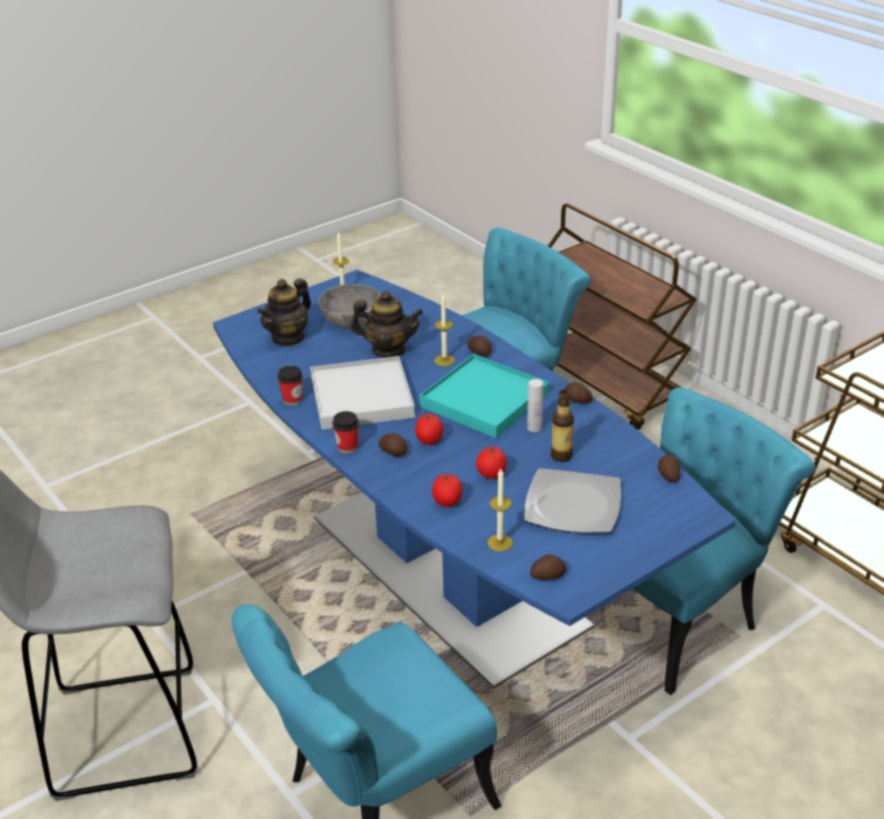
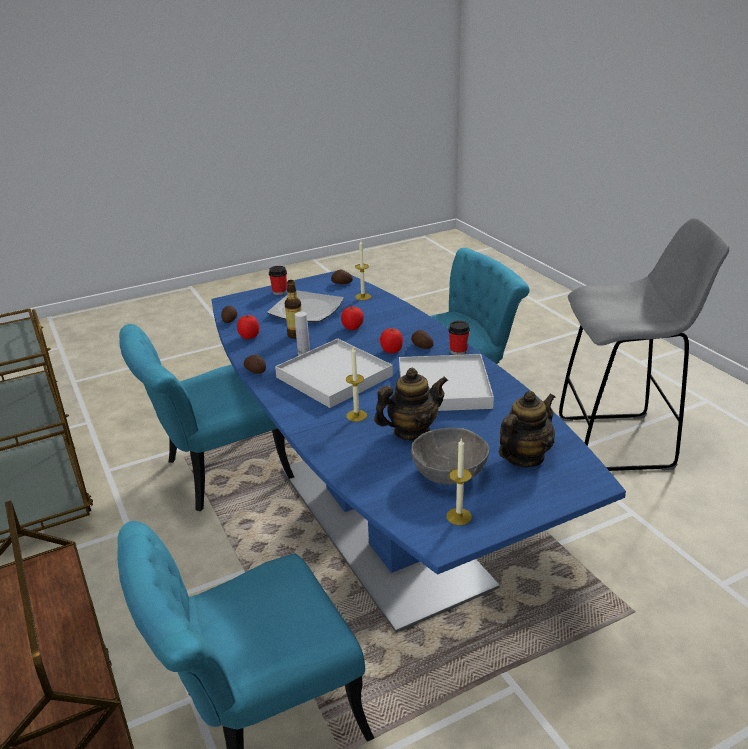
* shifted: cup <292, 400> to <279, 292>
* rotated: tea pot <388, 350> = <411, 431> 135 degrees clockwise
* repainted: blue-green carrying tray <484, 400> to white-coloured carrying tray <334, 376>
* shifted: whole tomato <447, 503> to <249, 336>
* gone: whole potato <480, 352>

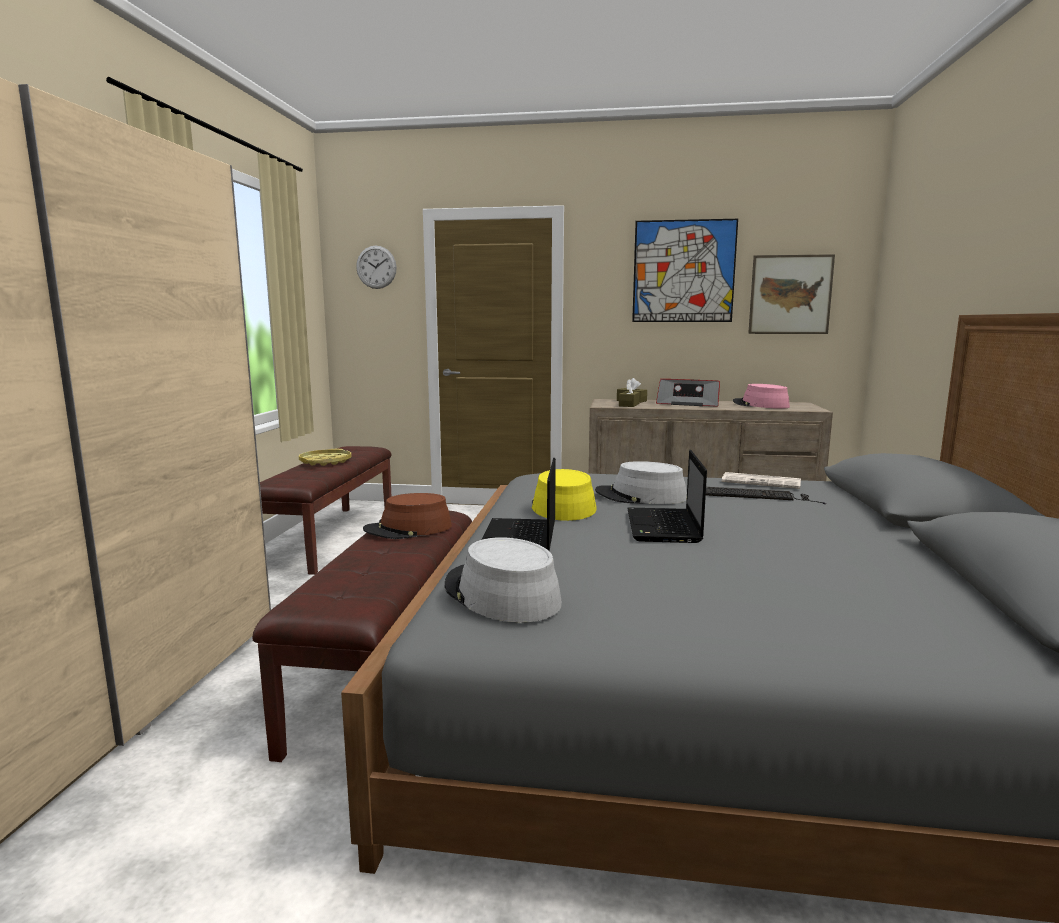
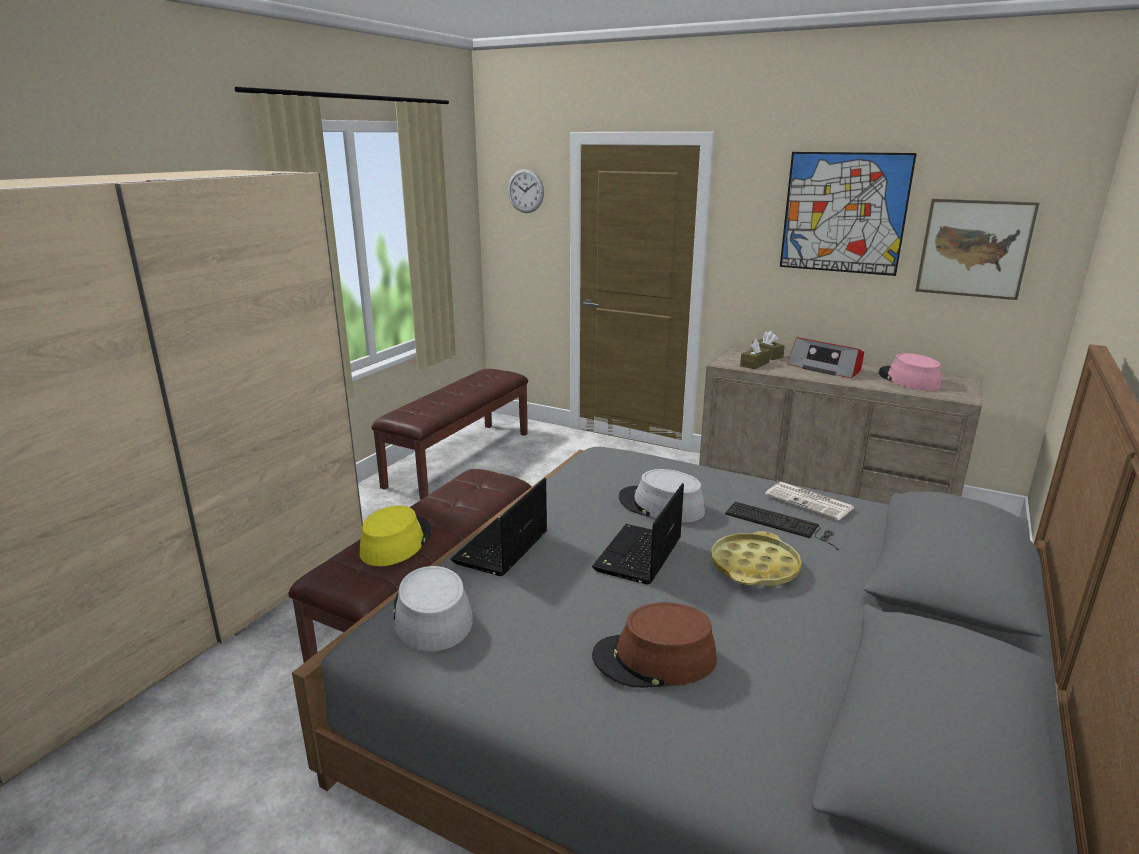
* shifted: yellow carrying tray <325, 461> to <754, 567>
* shifted: brown-coloured clothing hat <408, 529> to <654, 659>
* shifted: yellow clothing hat <562, 506> to <396, 542>

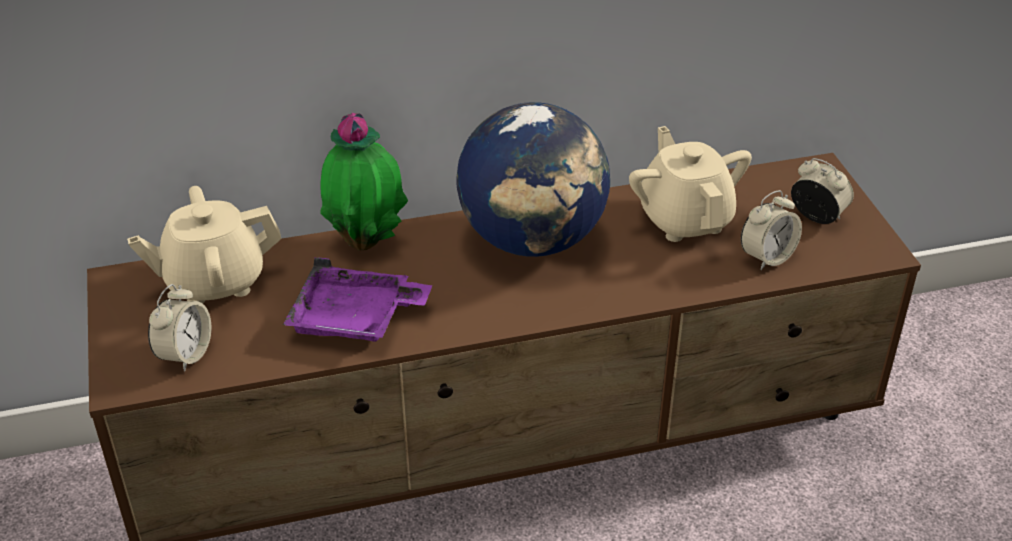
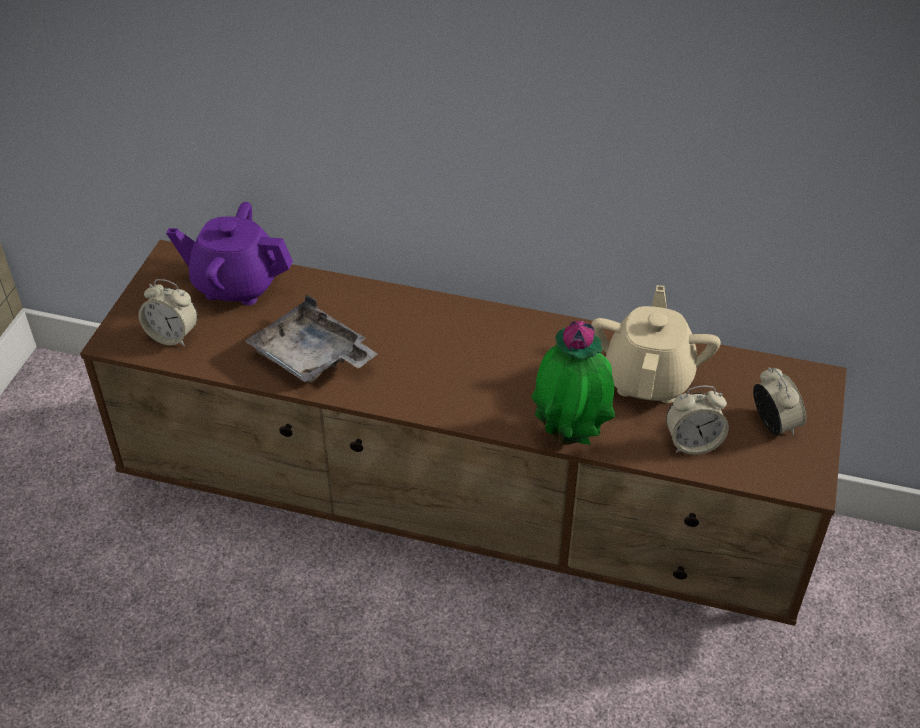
* repainted: beige-coloured tea pot <214, 281> to purple-coloured tea pot <236, 284>
* rotated: alarm clock <185, 354> = <172, 336> 60 degrees clockwise
* repainted: purple-coloured carrying tray <355, 319> to gray carrying tray <311, 357>
* shifted: houseplant <367, 241> to <570, 435>
* gone: desk globe <533, 240>

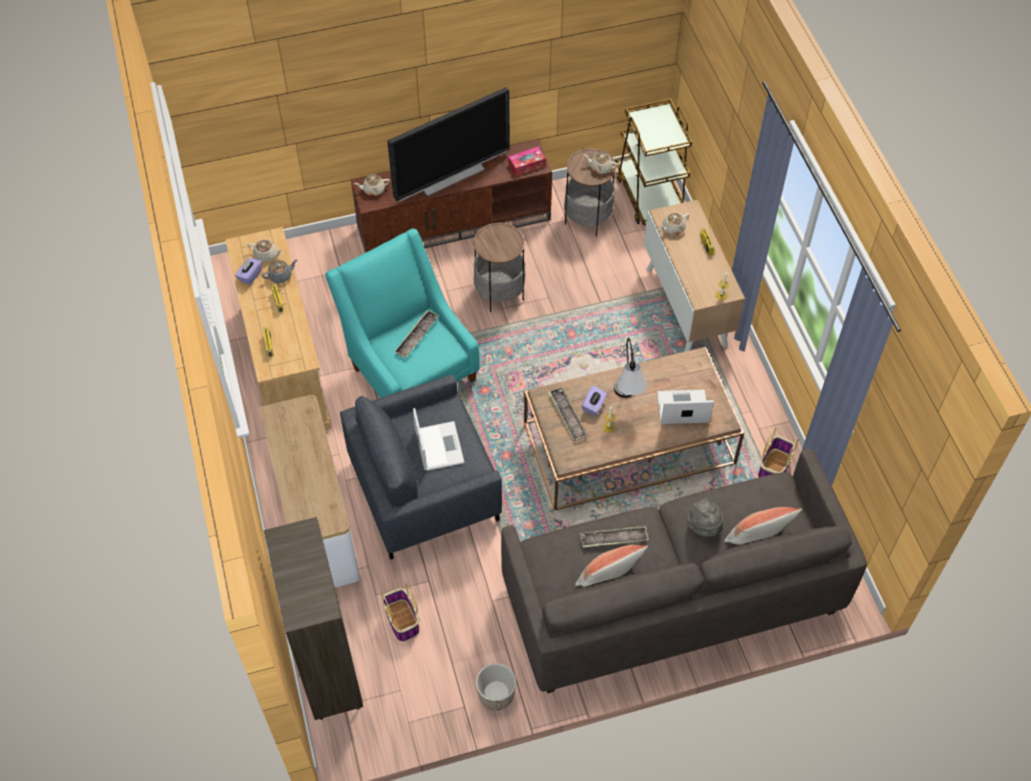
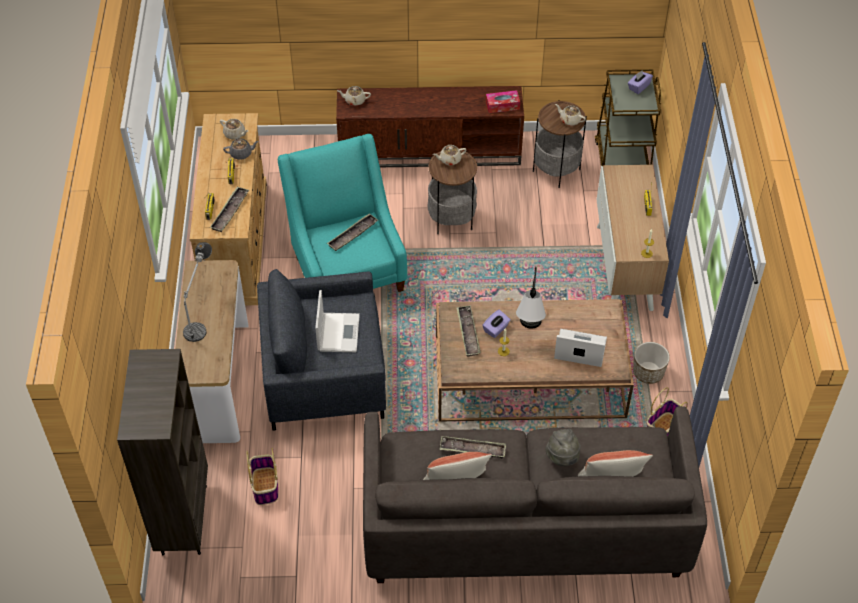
* shifted: purple-coloured tissue holder <250, 275> to <638, 87>
* gone: television <450, 176>
* shifted: flower pot <496, 694> to <648, 372>
* shifted: beige-coloured tea pot <673, 228> to <449, 160>
* new: table lamp <201, 313>
* new: carrying tray <230, 212>

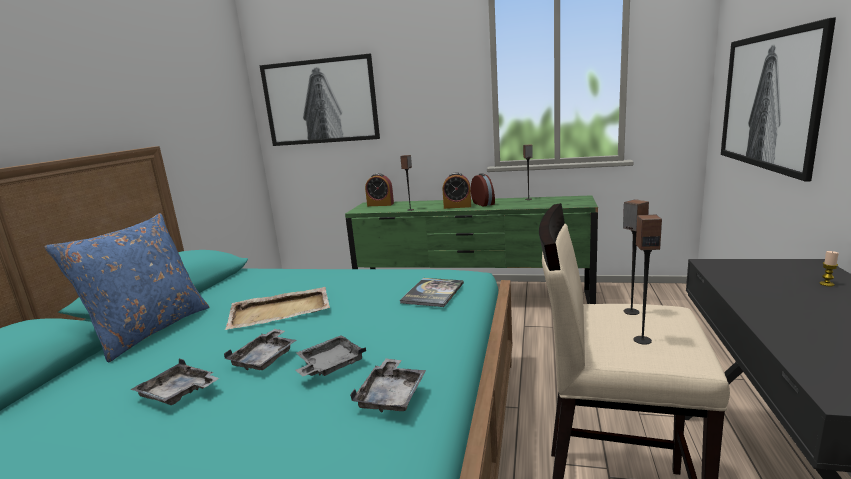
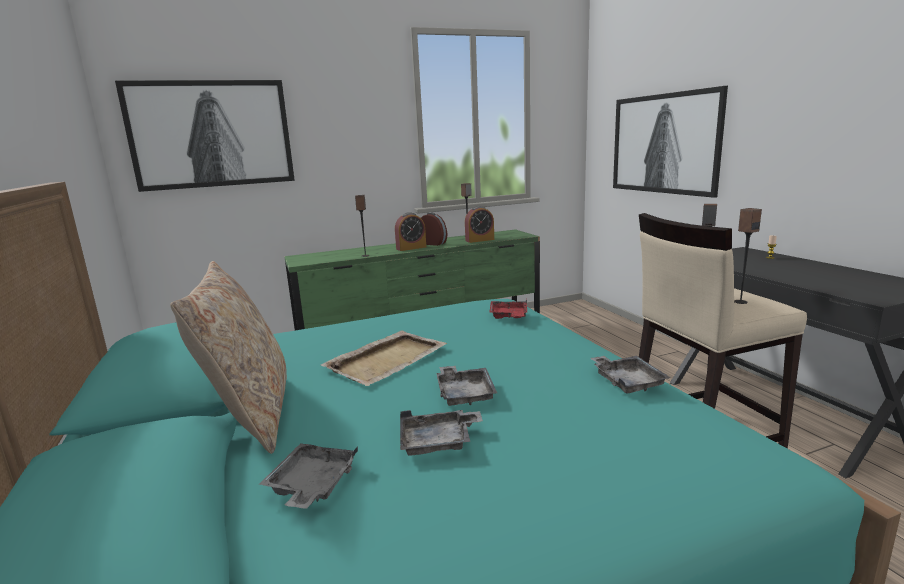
* repainted: bluish throw pillow <150, 330> to beige-coloured throw pillow <251, 415>
* shifted: gray carrying tray <330, 365> to <311, 485>
* shifted: alarm clock <380, 204> to <479, 240>
* swapped: book <433, 293> to red-coloured carrying tray <509, 316>

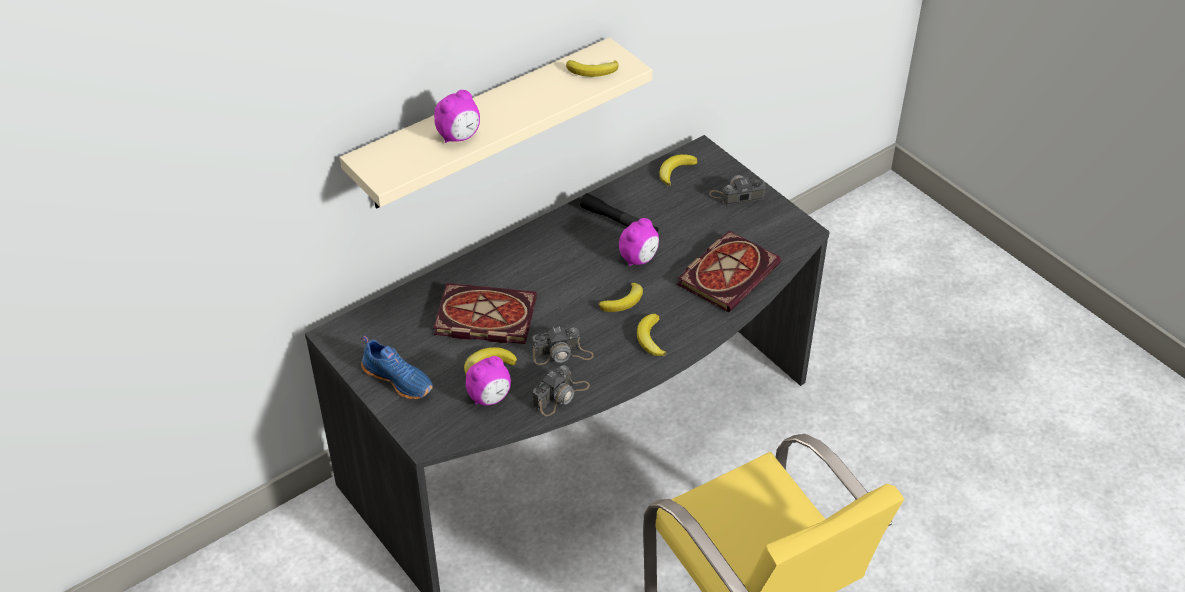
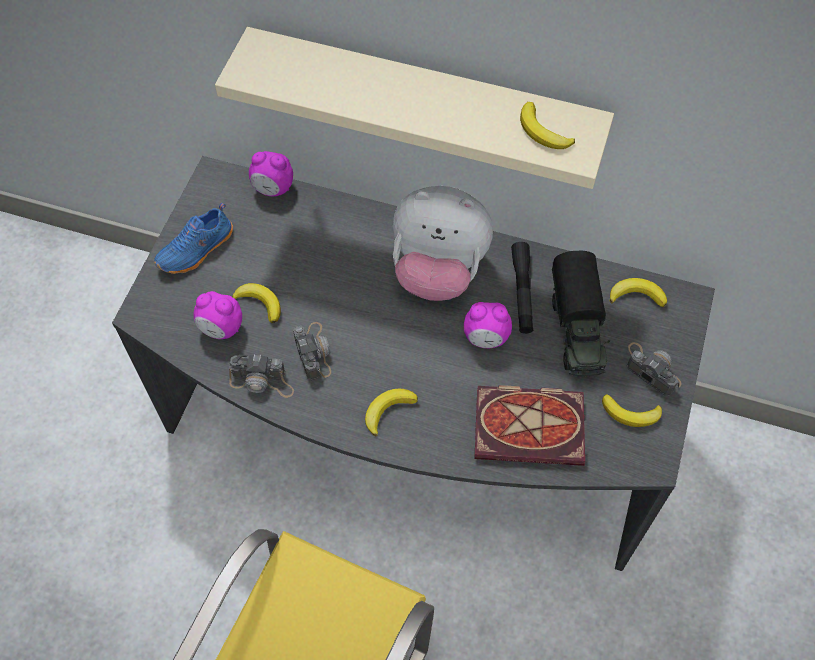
* rotated: bluish low shoe <399, 379> = <197, 250> 45 degrees clockwise
* gone: book <482, 318>
* shifted: alarm clock <459, 137> to <273, 189>
* rotated: still camera <562, 354> = <314, 351> 150 degrees counterclockwise
* shifted: banana fruit <623, 301> to <631, 414>
* new: soft toy <438, 271>
* new: toy truck <577, 329>

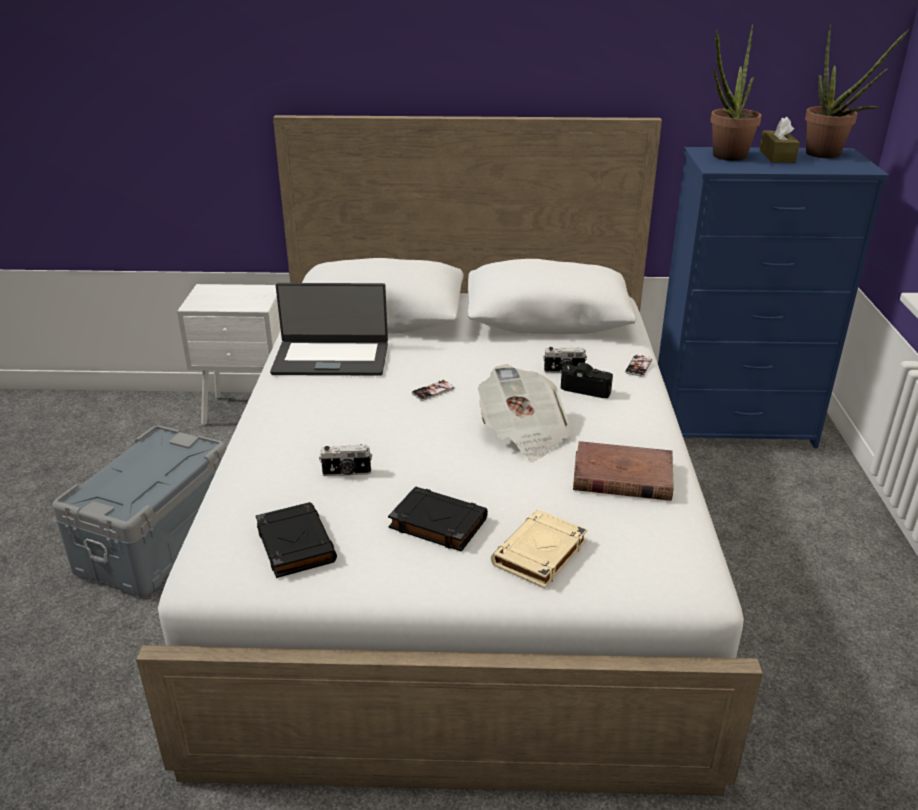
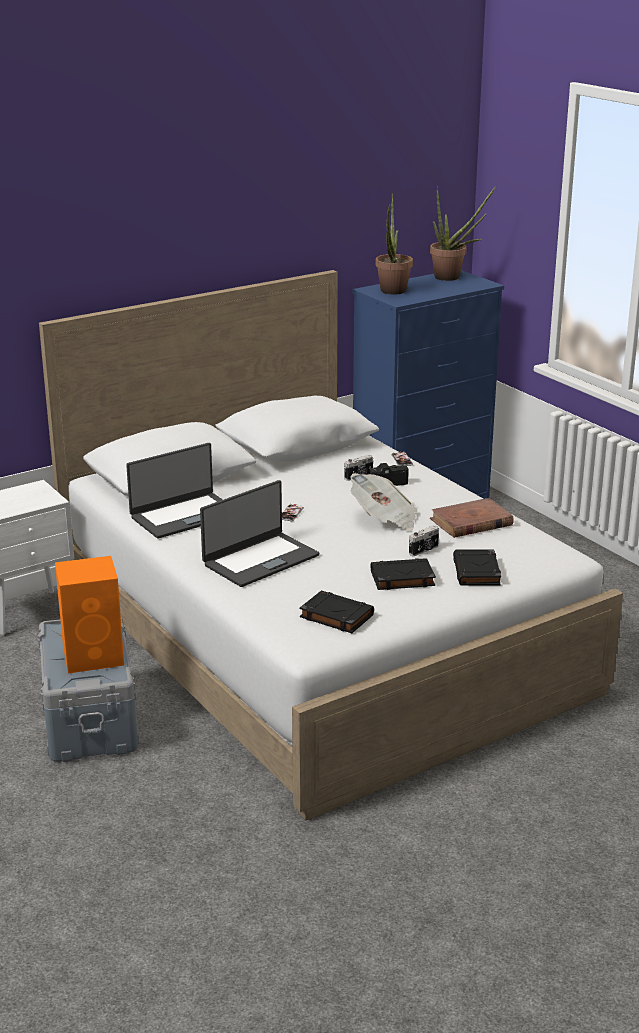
* shifted: still camera <346, 473> to <424, 550>
* repainted: beige-coloured book <539, 554> to black-coloured book <477, 572>
* gone: brown-coloured tissue holder <777, 156>
* new: orange-coloured loudspeaker <95, 656>
* new: notebook computer <260, 560>

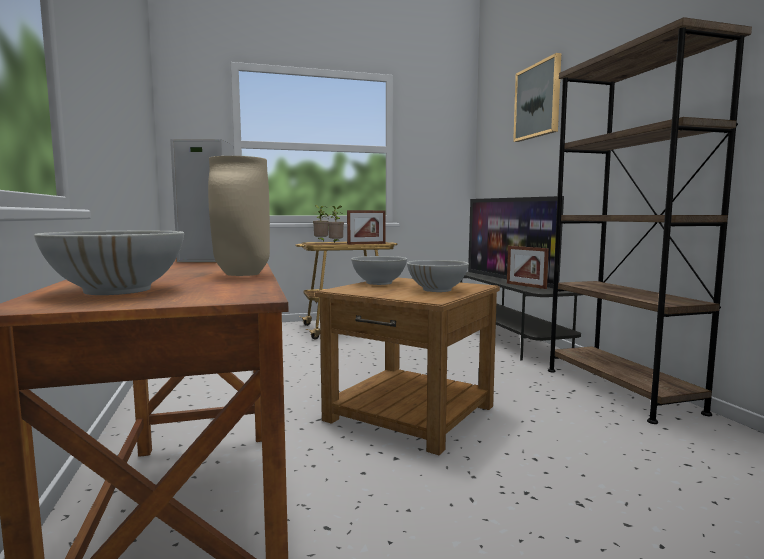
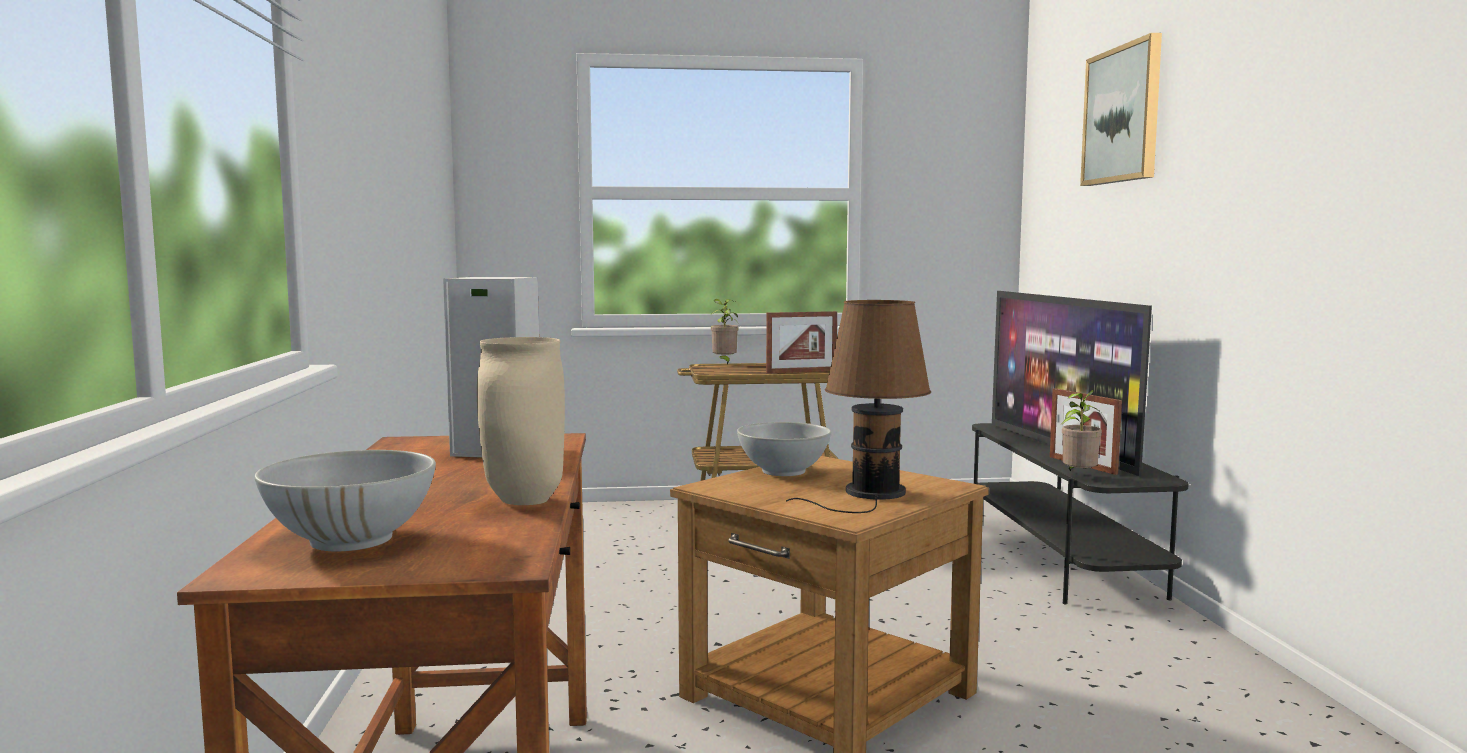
* shifted: houseplant <336, 243> to <1078, 477>
* swapped: white-coloured deep dish <437, 290> to brown-coloured table lamp <871, 494>
* gone: brown-coloured bookshelf <619, 390>

